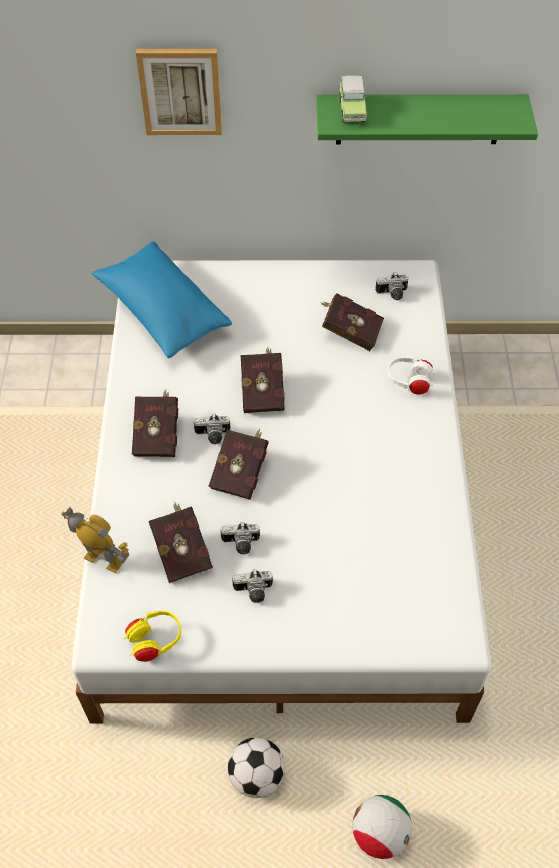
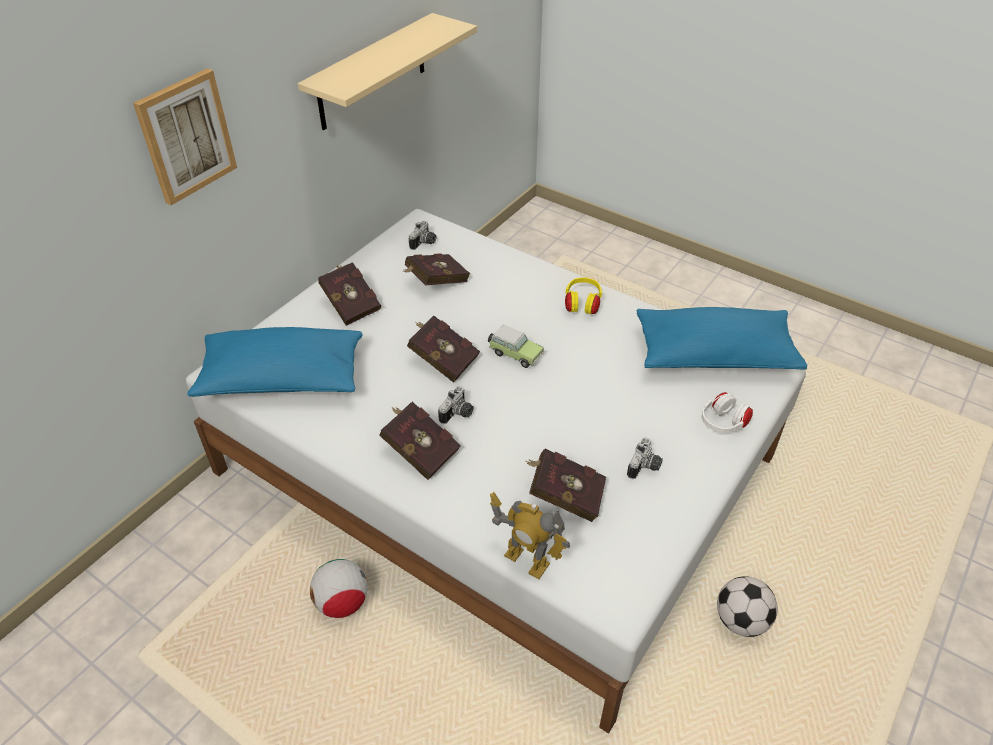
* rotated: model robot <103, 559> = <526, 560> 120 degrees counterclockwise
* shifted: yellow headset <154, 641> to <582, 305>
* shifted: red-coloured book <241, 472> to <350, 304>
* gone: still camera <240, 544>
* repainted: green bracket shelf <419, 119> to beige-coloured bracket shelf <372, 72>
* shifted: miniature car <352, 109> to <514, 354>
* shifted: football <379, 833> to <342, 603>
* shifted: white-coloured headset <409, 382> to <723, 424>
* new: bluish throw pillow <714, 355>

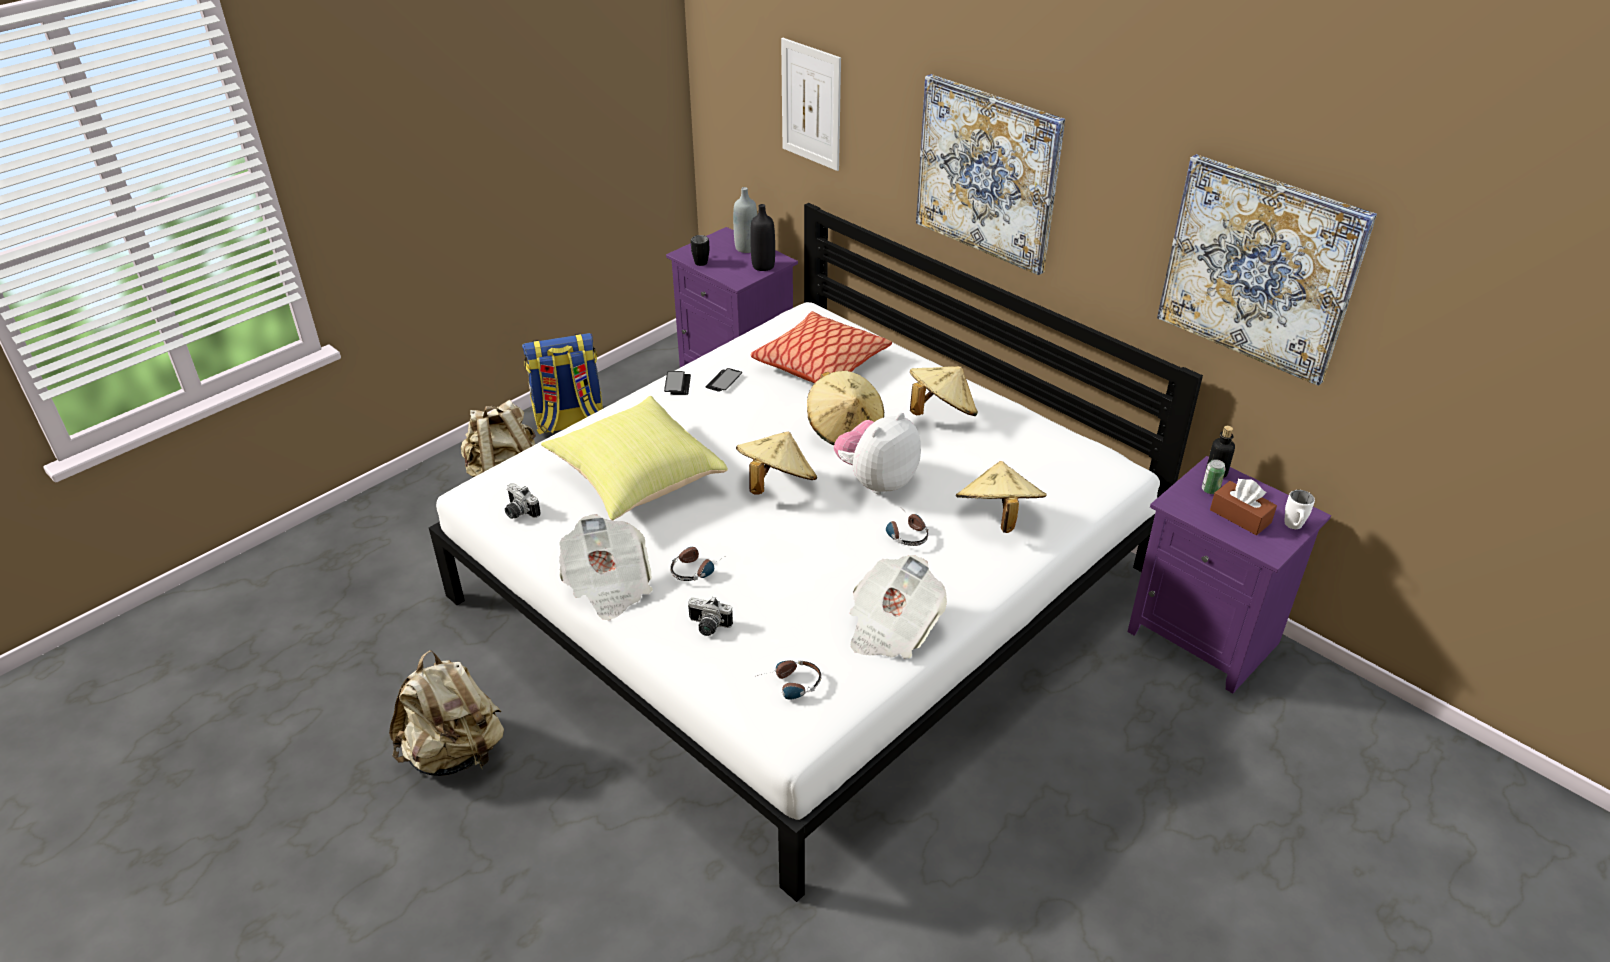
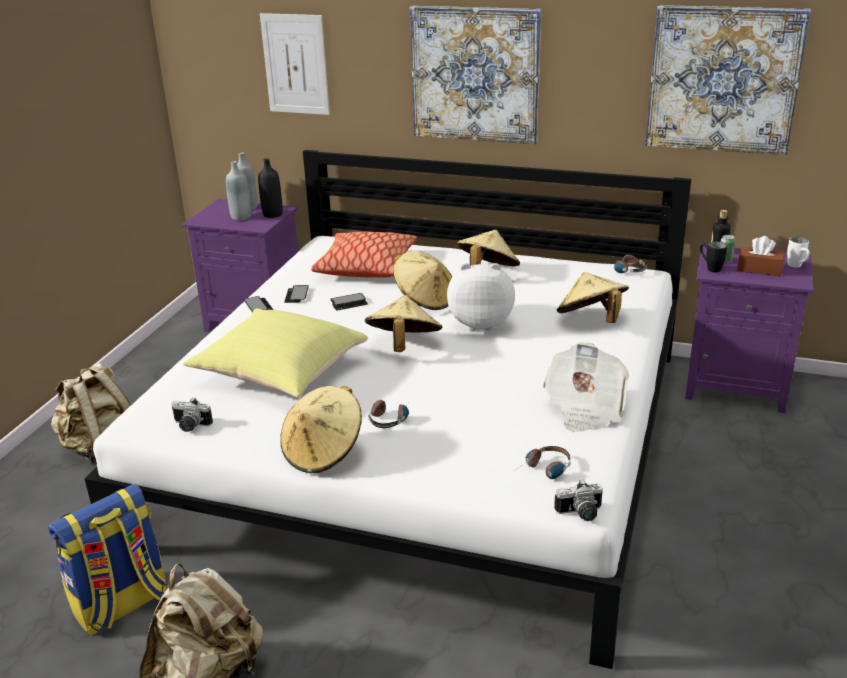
* shifted: rucksack <569, 422> to <121, 605>
* swapped: daily paper <608, 586> to beige-coloured clothing hat <323, 452>
* shifted: still camera <708, 627> to <580, 514>
* shifted: black-coloured coffee mug <700, 260> to <710, 268>
* rotated: soft toy <876, 481> = <481, 323> 75 degrees clockwise
* shifted: headset <904, 532> to <625, 269>
* new: gray beverage bottle <241, 217>
* new: phone <349, 303>

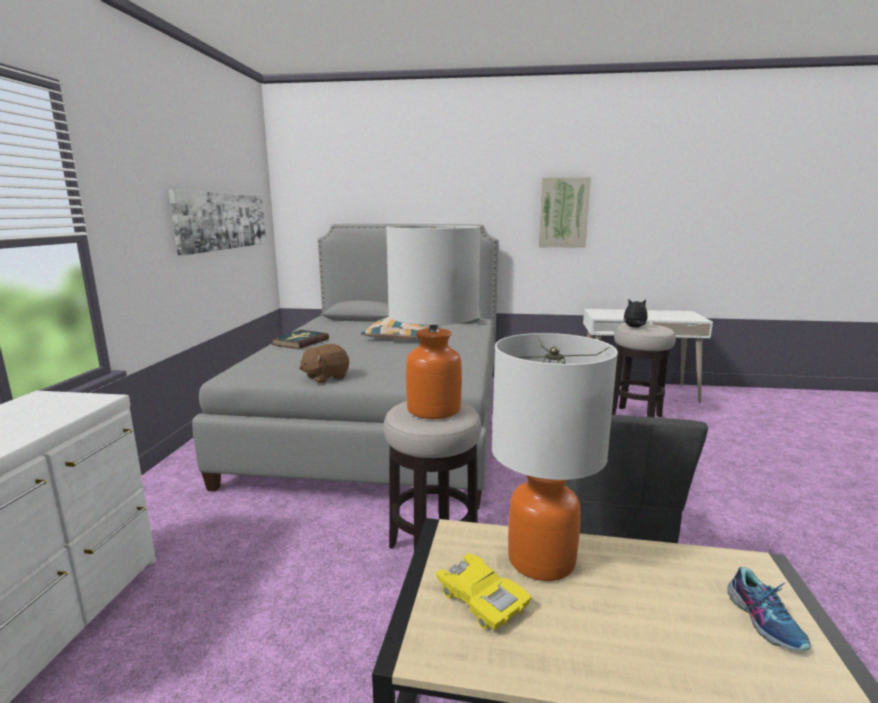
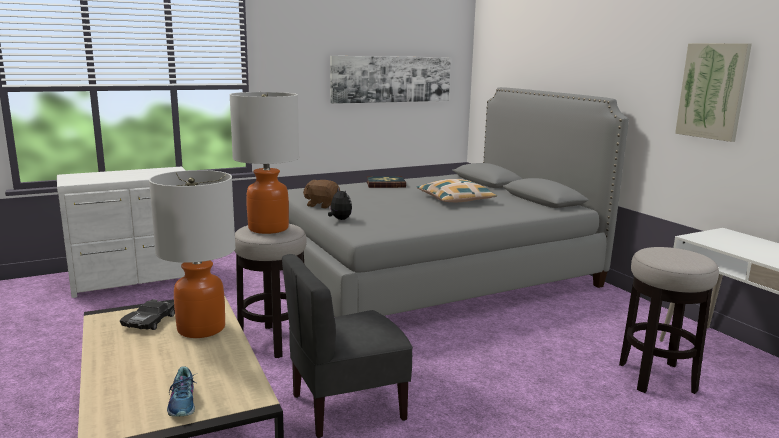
* repainted: yellow miniature car <481, 599> to black-coloured miniature car <150, 321>
* shifted: soft toy <634, 327> to <339, 219>
* rotated: low shoe <765, 620> = <183, 402> 60 degrees counterclockwise

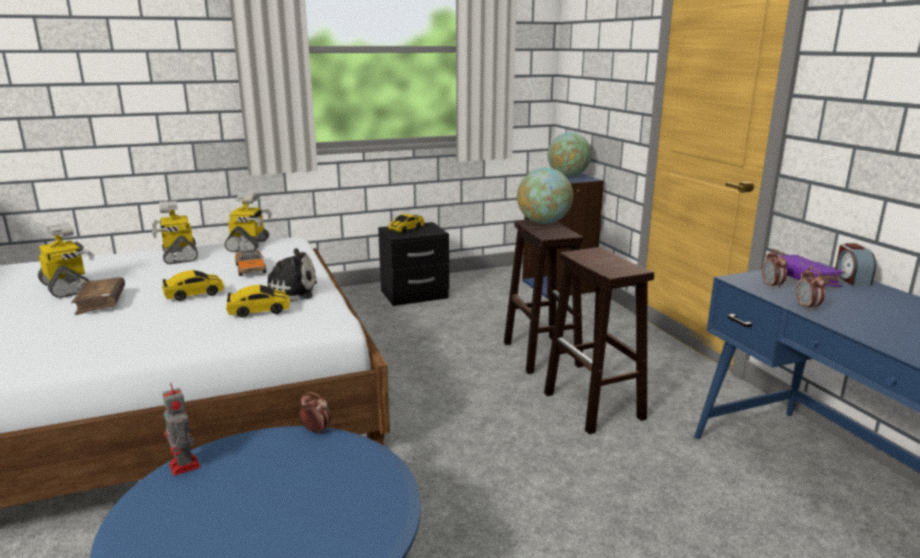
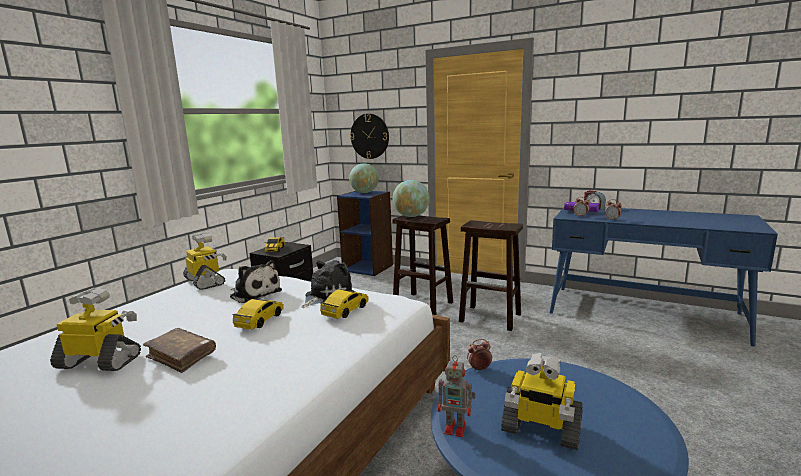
* shifted: model robot <179, 256> to <540, 430>
* swapped: miniature car <251, 269> to soft toy <254, 294>
* new: clock on the wall <369, 136>

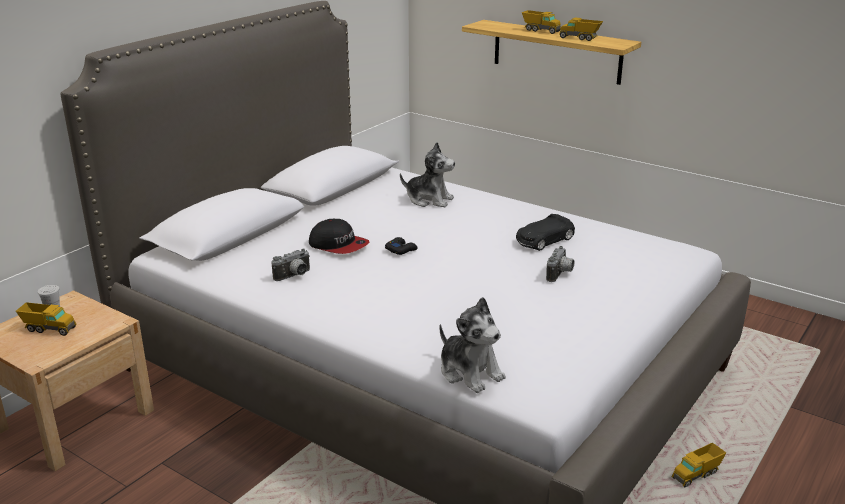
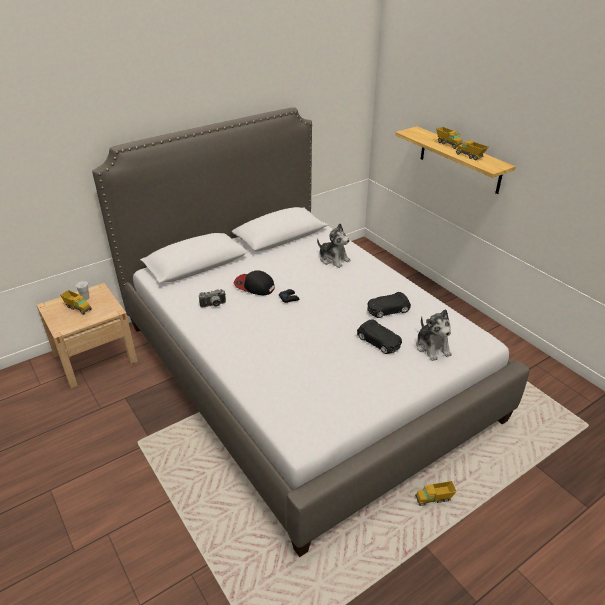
* rotated: peaked cap <339, 245> = <254, 286> 150 degrees clockwise
* shifted: soft toy <470, 372> to <432, 347>
* swapped: still camera <560, 274> to black-coloured miniature car <379, 341>

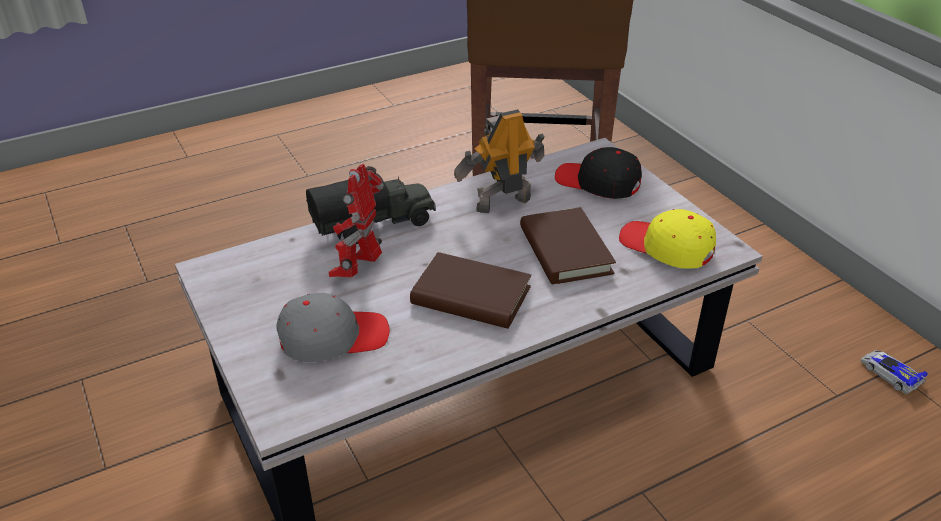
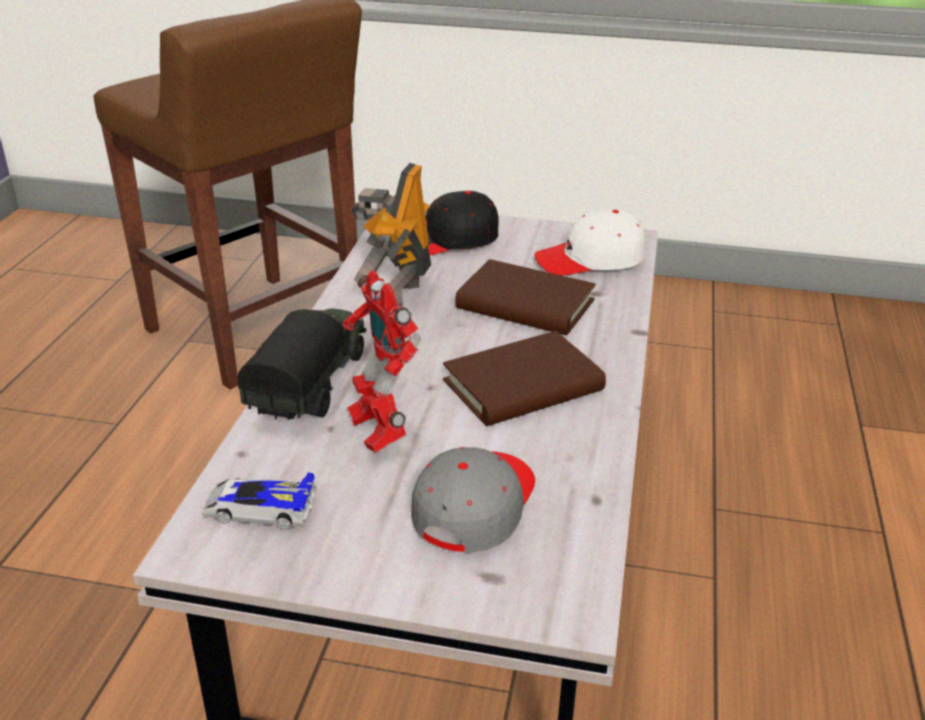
* repainted: yellow peaked cap <666, 247> to white-coloured peaked cap <590, 259>
* shifted: miniature car <889, 373> to <259, 508>

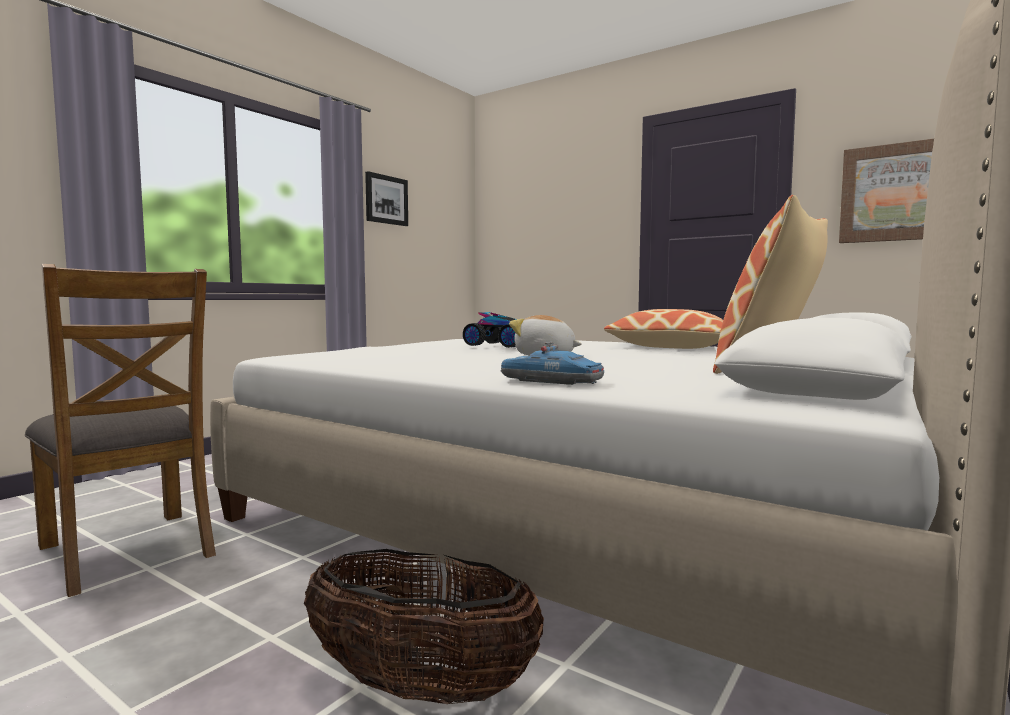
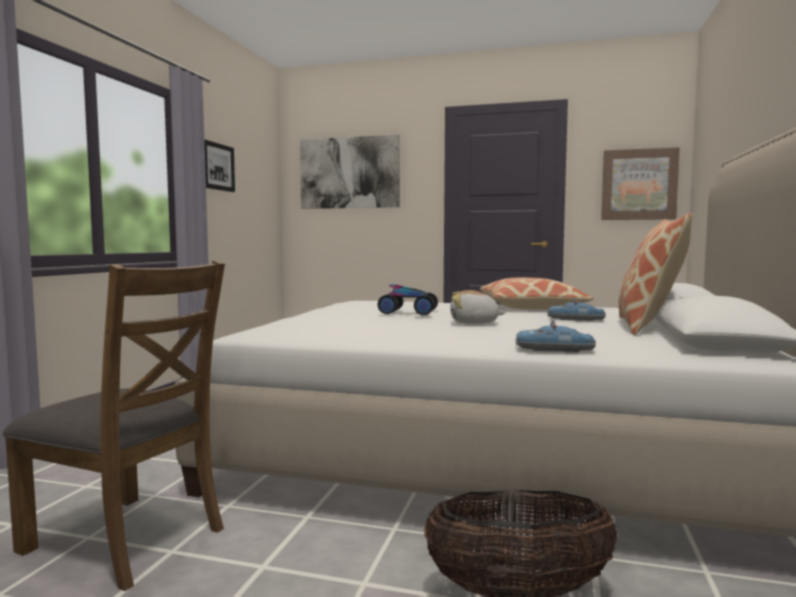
* new: picture <349, 173>
* new: miniature car <575, 319>

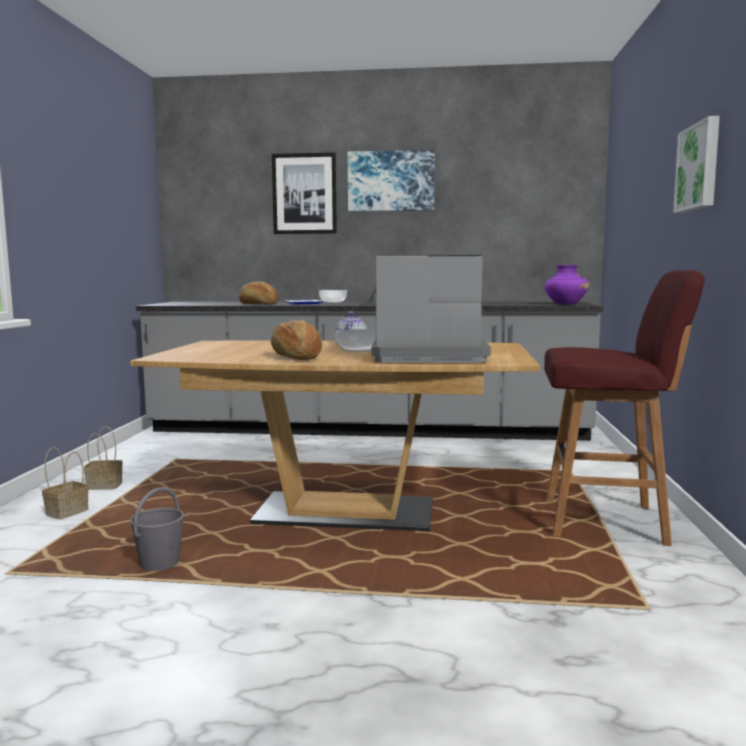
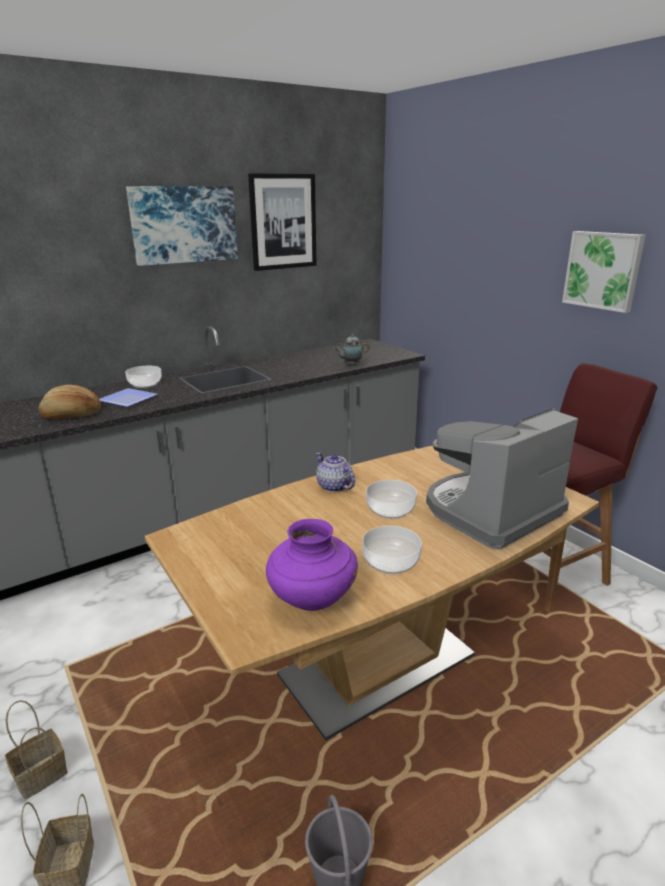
* swapped: baked bread <297, 357> to deep dish <391, 562>
* shifted: picture <304, 194> to <283, 222>
* shifted: purple-coloured flower vase <565, 304> to <311, 598>
* new: tea pot <351, 365>

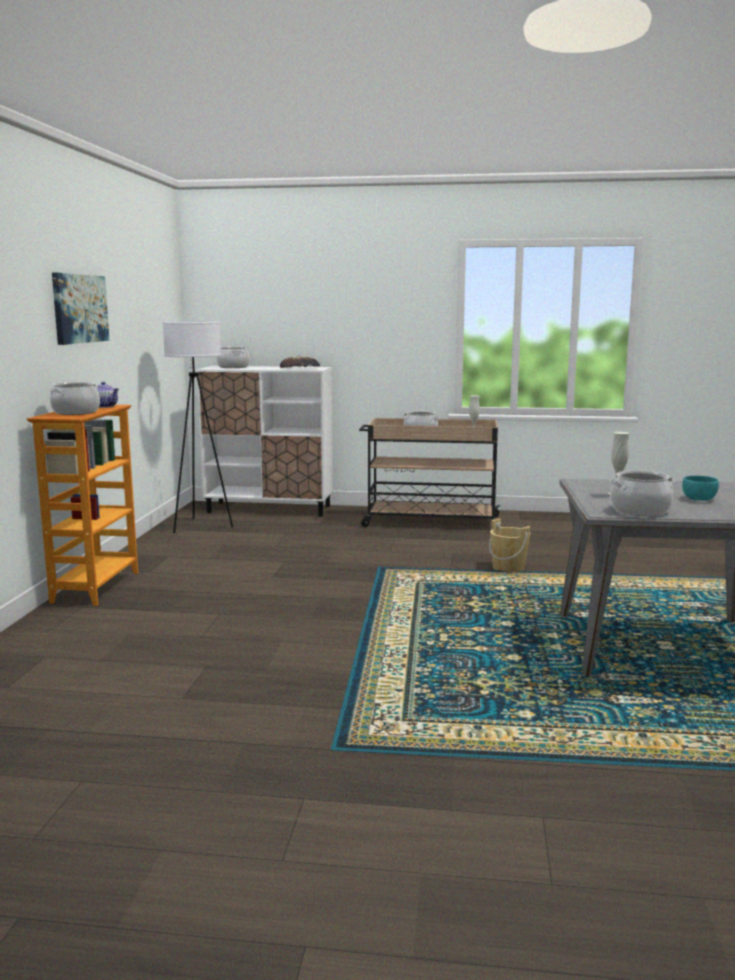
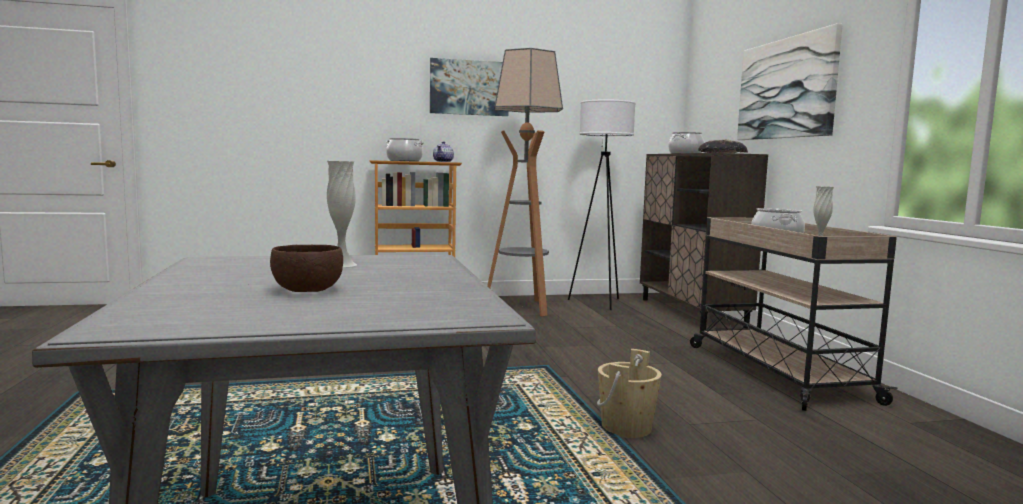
* repainted: white-coloured cabinet <269, 509> to brown-coloured cabinet <691, 312>
* gone: stockpot <640, 510>
* repainted: blue-green deep dish <699, 499> to brown-coloured deep dish <306, 289>
* new: floor lamp <521, 307>
* new: picture <786, 88>

